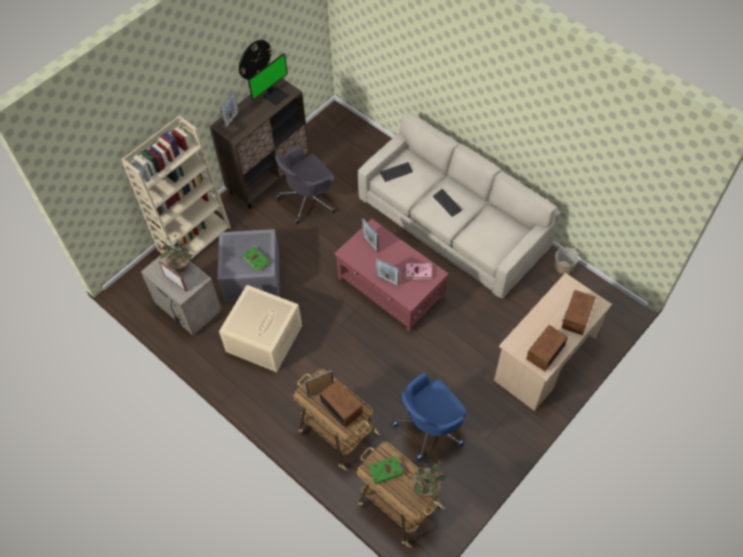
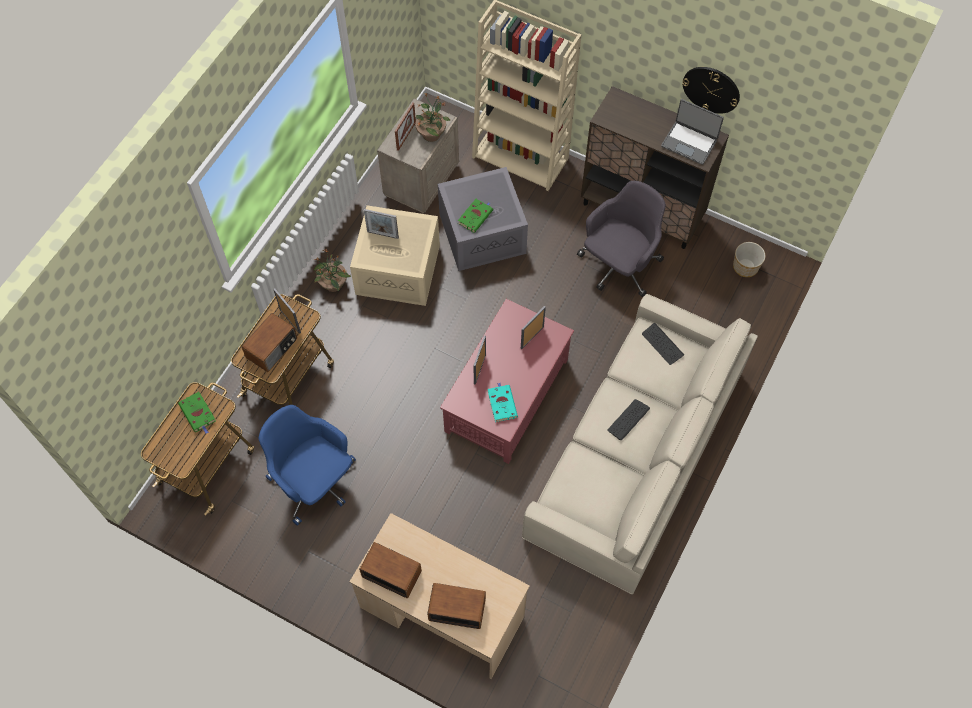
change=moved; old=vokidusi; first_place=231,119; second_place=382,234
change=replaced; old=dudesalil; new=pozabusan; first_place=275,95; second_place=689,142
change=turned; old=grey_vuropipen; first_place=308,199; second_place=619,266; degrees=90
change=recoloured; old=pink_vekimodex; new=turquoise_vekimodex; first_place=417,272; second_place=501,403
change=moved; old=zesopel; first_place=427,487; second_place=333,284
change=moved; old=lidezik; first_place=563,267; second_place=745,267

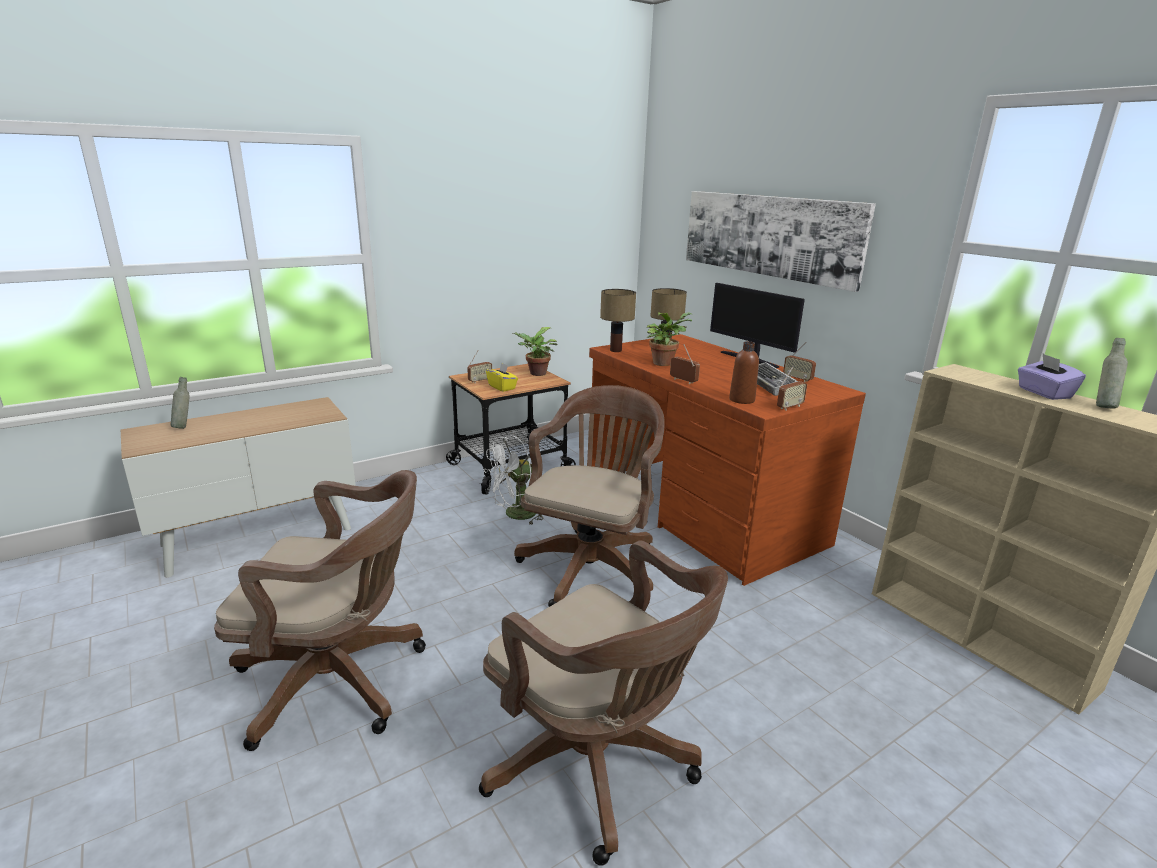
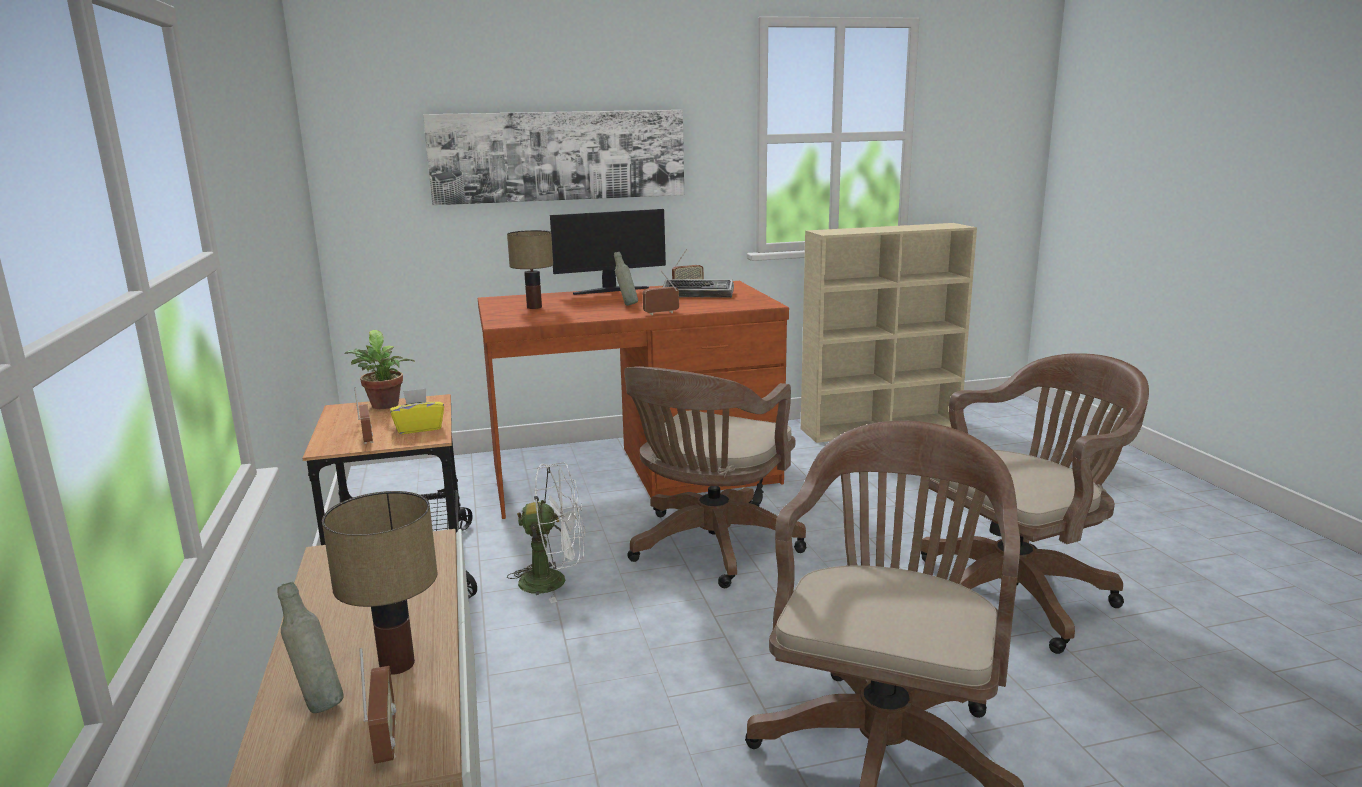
change=turned; old=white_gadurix; first_place=515,515; second_place=553,581; degrees=-75
change=turned; old=brown_vuropipen; first_place=592,566; second_place=710,548; degrees=-105
change=moved; old=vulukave; first_place=616,350; second_place=399,664
change=removed; old=zesopel; first_place=664,362
change=removed; old=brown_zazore; first_place=741,400
change=moved; old=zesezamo; first_place=789,407; second_place=385,742
change=removed; old=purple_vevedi; first_place=1043,393
change=moved; old=grey_zazore; first_place=1102,406; second_place=626,305

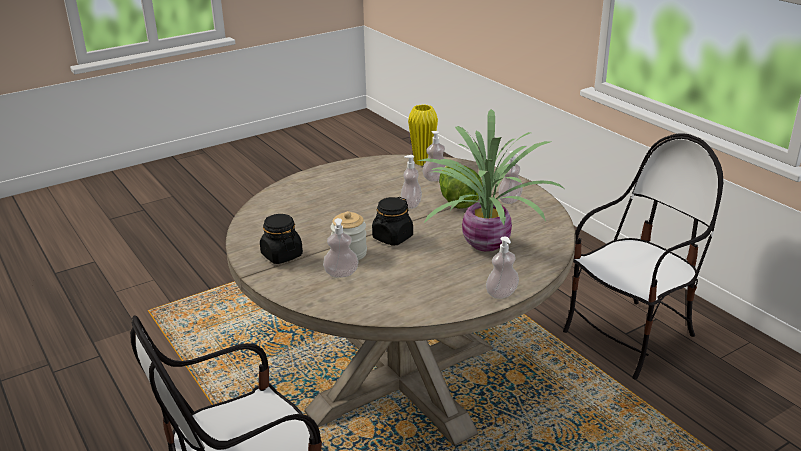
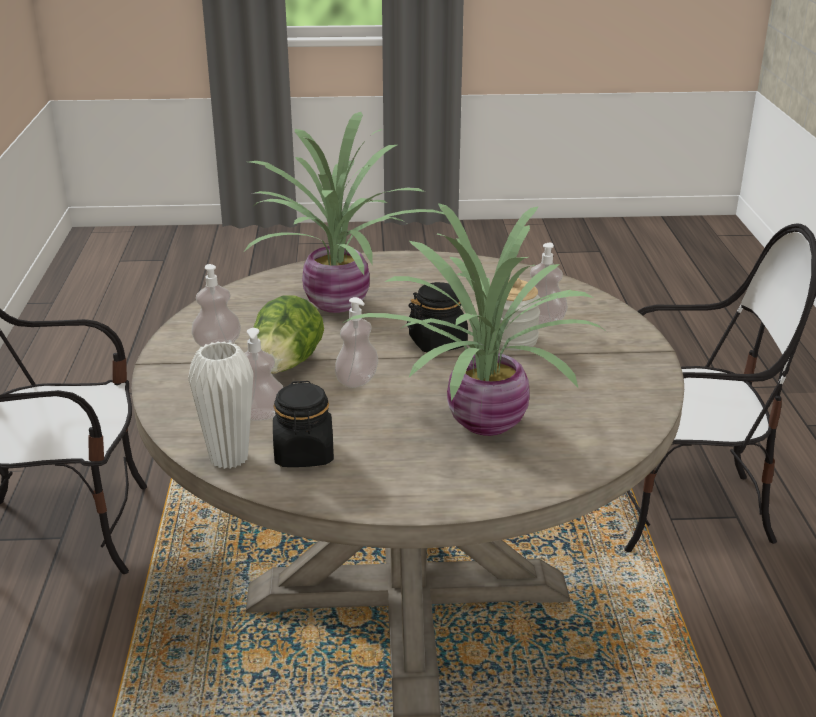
change=moved; old=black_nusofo; first_place=281,255; second_place=304,454
change=recoloured; old=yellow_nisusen; new=white_nisusen; first_place=423,162; second_place=229,458
change=removed; old=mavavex; first_place=501,294
change=added; new=zesopel; second_place=482,420

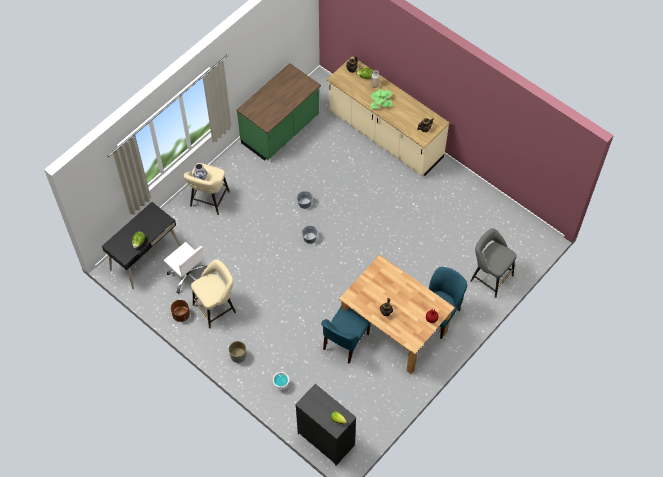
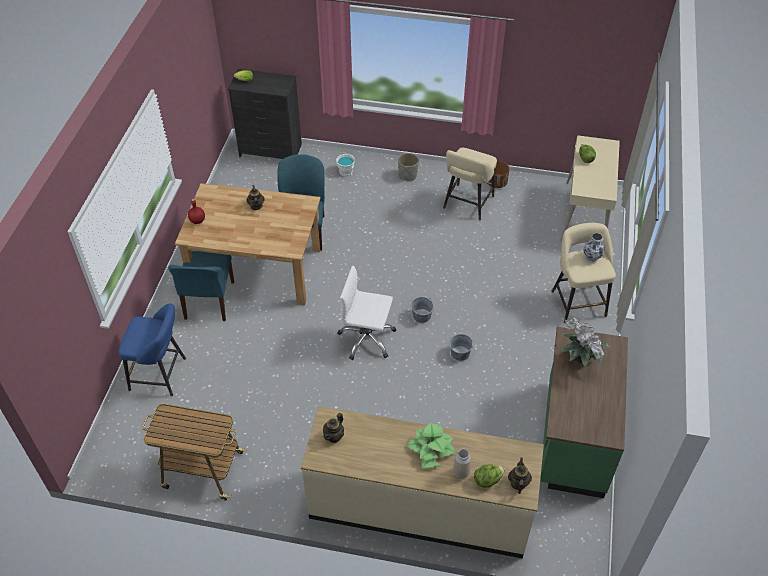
change=recoloured; old=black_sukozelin; new=beige_sukozelin; first_place=145,258; second_place=585,214
change=moved; old=white_vuropipen; first_place=188,276; second_place=367,339
change=recoloured; old=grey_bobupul; new=blue_bobupul; first_place=489,277; second_place=161,374
change=added; new=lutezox; second_place=201,469
change=added; new=zesopel; second_place=580,360

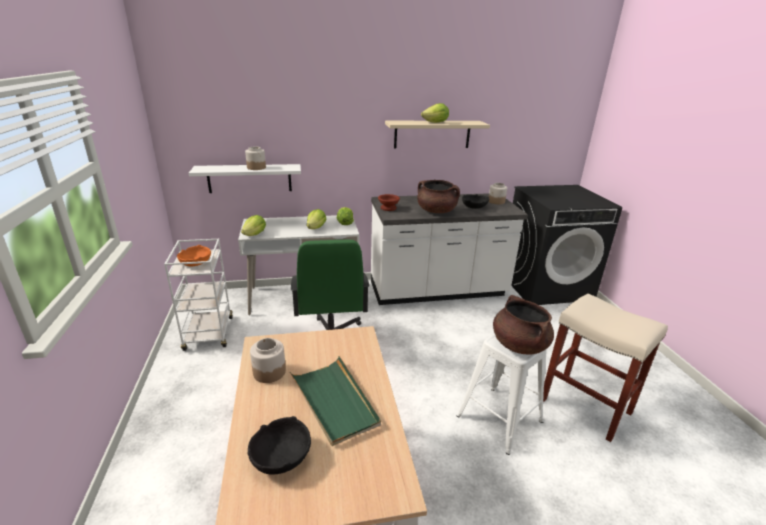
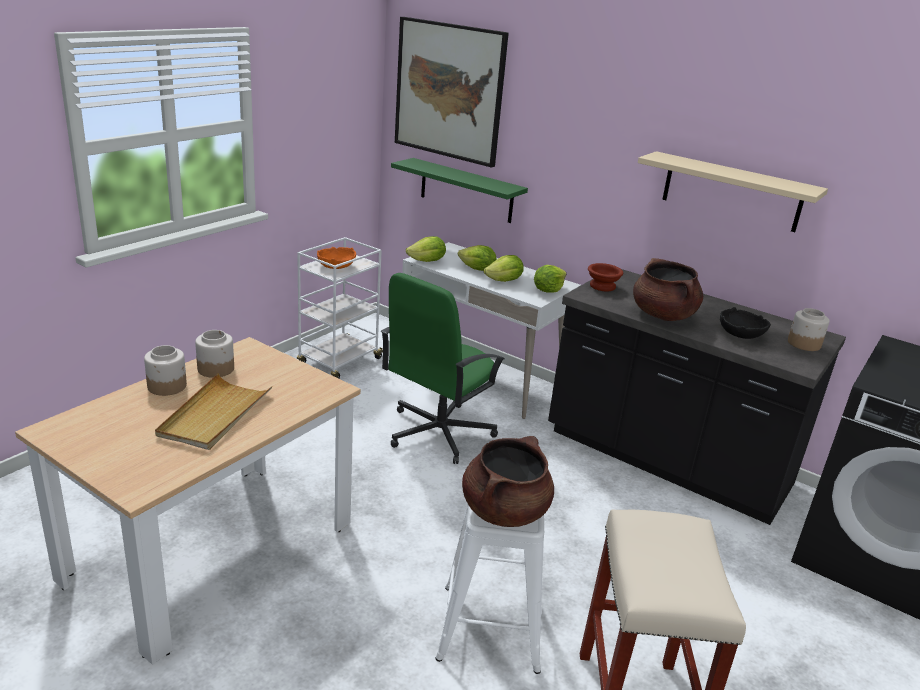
change=recoloured; old=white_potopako; new=green_potopako; first_place=249,178; second_place=466,190
change=moved; old=nusofo; first_place=256,167; second_place=167,386
change=removed; old=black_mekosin; first_place=280,458
change=recoloured; old=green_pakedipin; new=beige_pakedipin; first_place=334,401; second_place=215,415
change=recoloured; old=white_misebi; new=black_misebi; first_place=437,291; second_place=666,461
change=moved; old=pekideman; first_place=435,123; second_place=477,270
change=added; new=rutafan; second_place=449,91

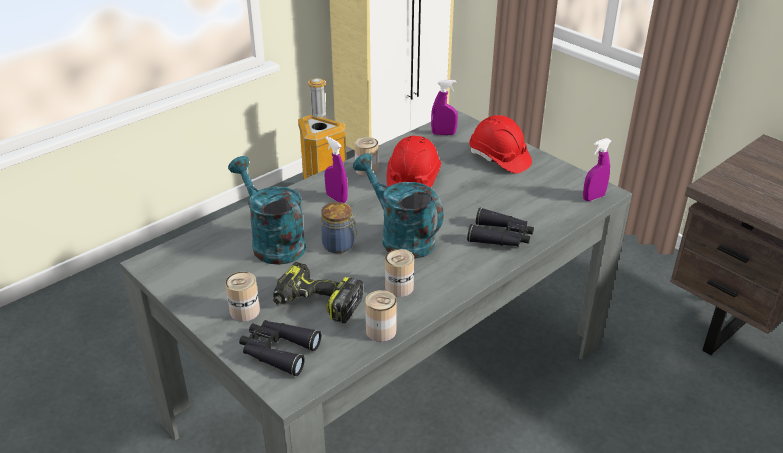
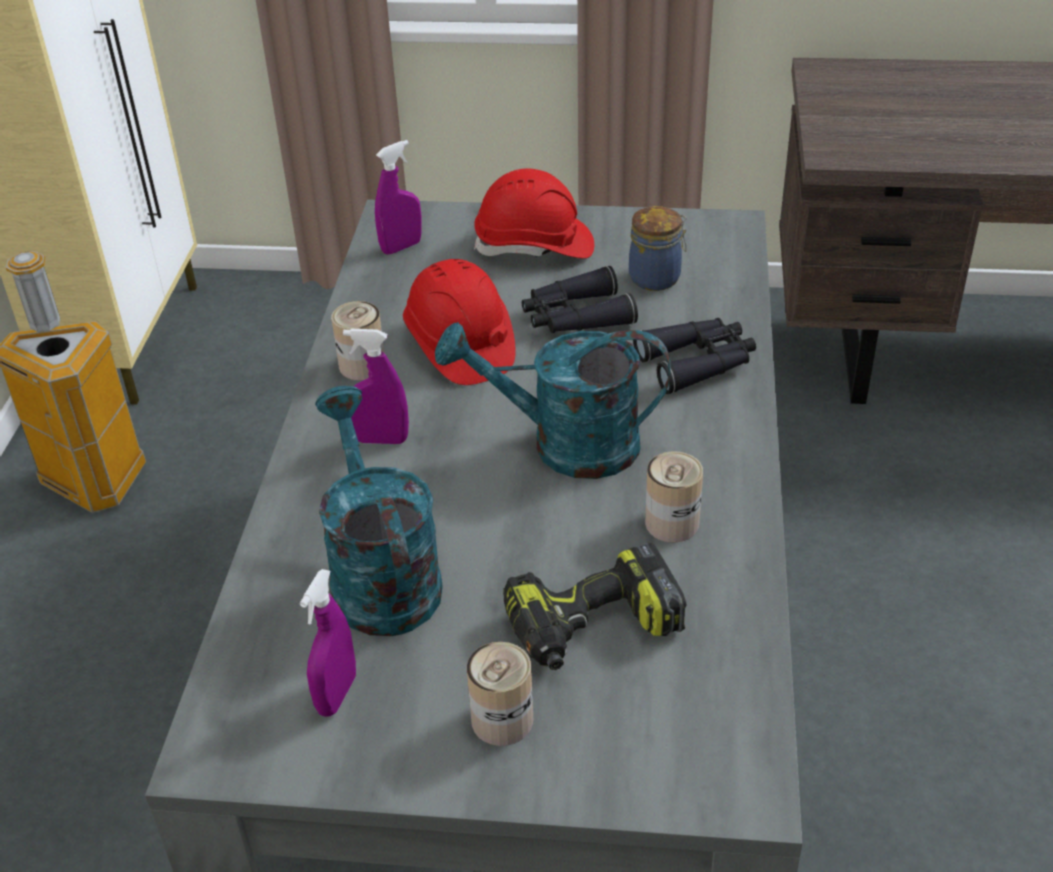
change=turned; old=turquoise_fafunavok; first_place=272,242; second_place=380,575; degrees=60
change=moved; old=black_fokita; first_place=278,351; second_place=575,317
change=moved; old=nusofo; first_place=339,245; second_place=657,277
change=removed; old=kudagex; first_place=381,331
change=moved; old=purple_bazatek; first_place=593,197; second_place=337,694

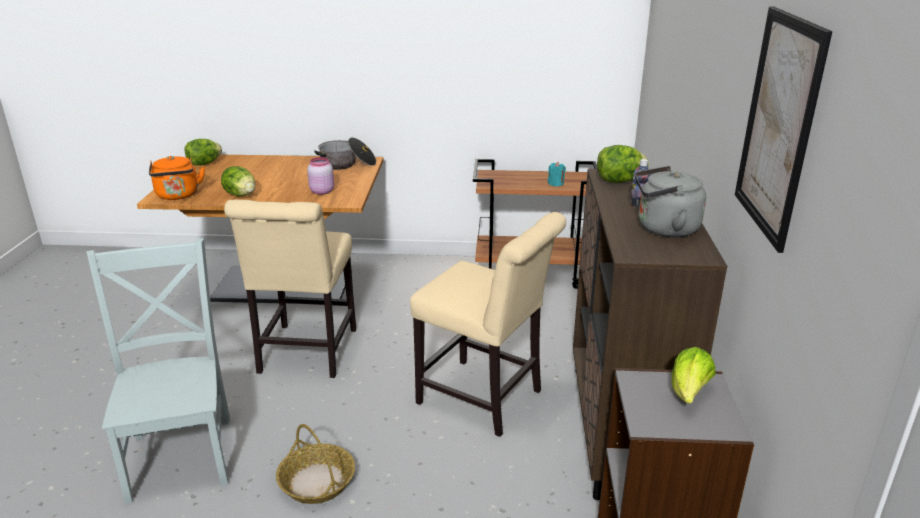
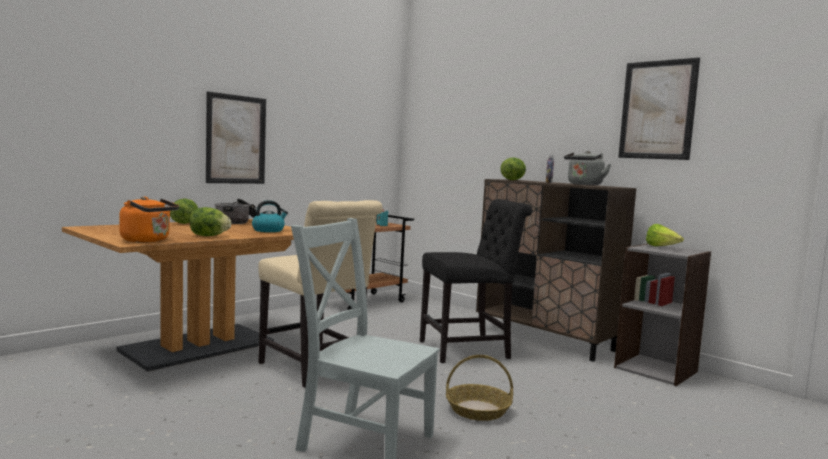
change=moved; old=pekideman; first_place=204,164; second_place=184,223
change=replaced; old=pink_nusofo; new=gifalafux; first_place=321,191; second_place=268,230
change=recoloured; old=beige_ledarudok; new=black_ledarudok; first_place=485,399; second_place=469,350
change=added; new=rutafan; second_place=236,139

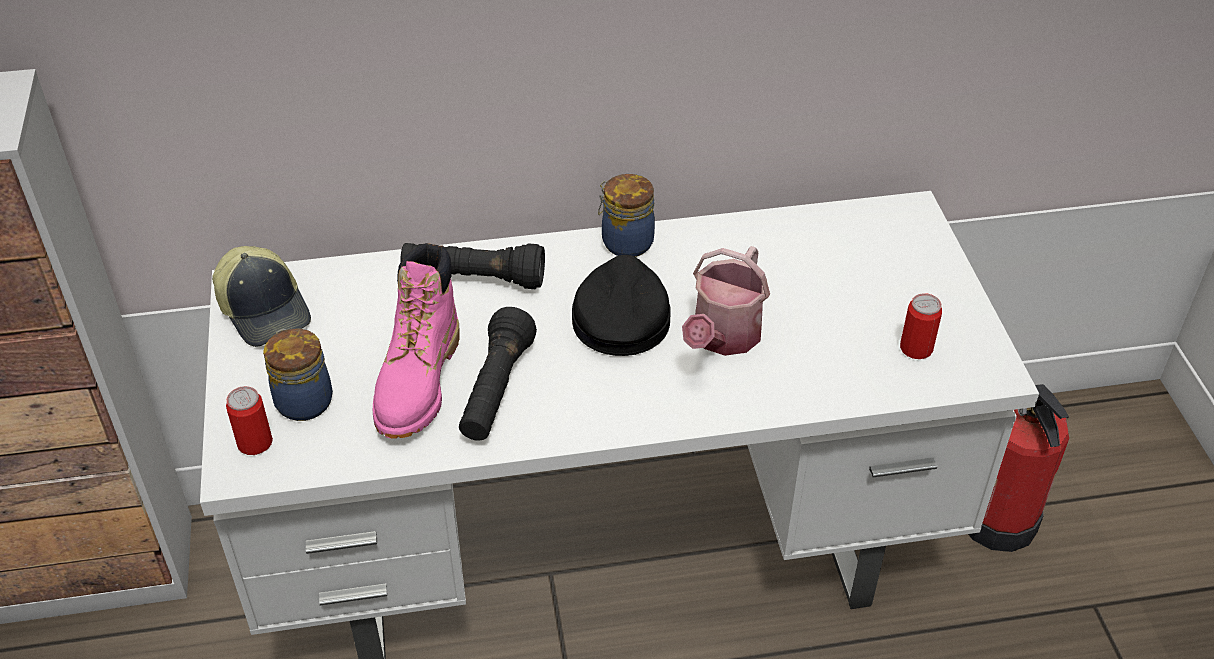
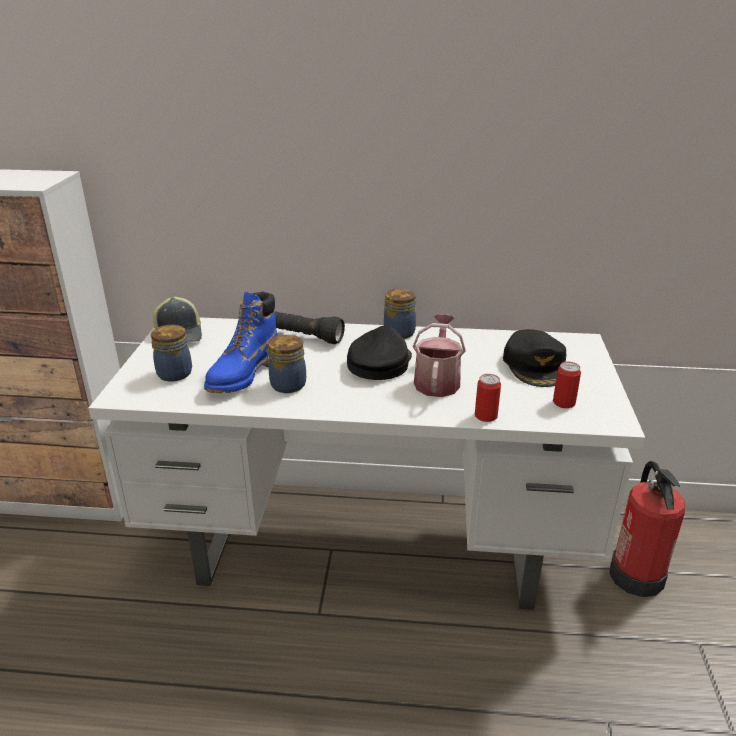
change=moved; old=kudagex; first_place=255,443; second_place=485,416
change=recoloured; old=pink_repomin; new=blue_repomin; first_place=419,382; second_place=244,374
change=replaced; old=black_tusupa; new=nusofo; first_place=496,391; second_place=286,384
change=turned; old=fafunavok; first_place=722,338; second_place=437,380; degrees=150
change=added; new=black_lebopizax; second_place=535,365

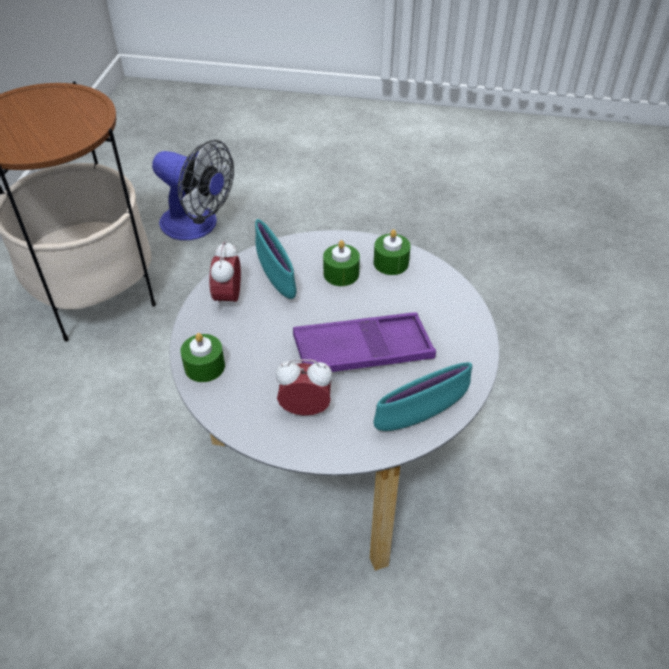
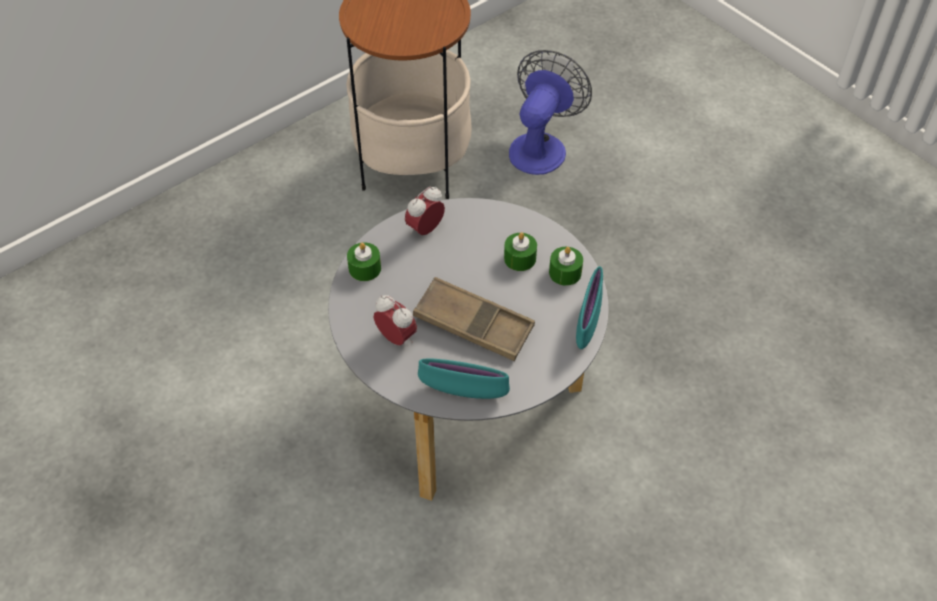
change=turned; old=gadurix; first_place=197,226; second_place=541,146; degrees=-135
change=moved; old=turquoise_mekosin; first_place=276,278; second_place=588,322
change=recoloured; old=purple_pakedipin; new=brown_pakedipin; first_place=363,351; second_place=473,324

